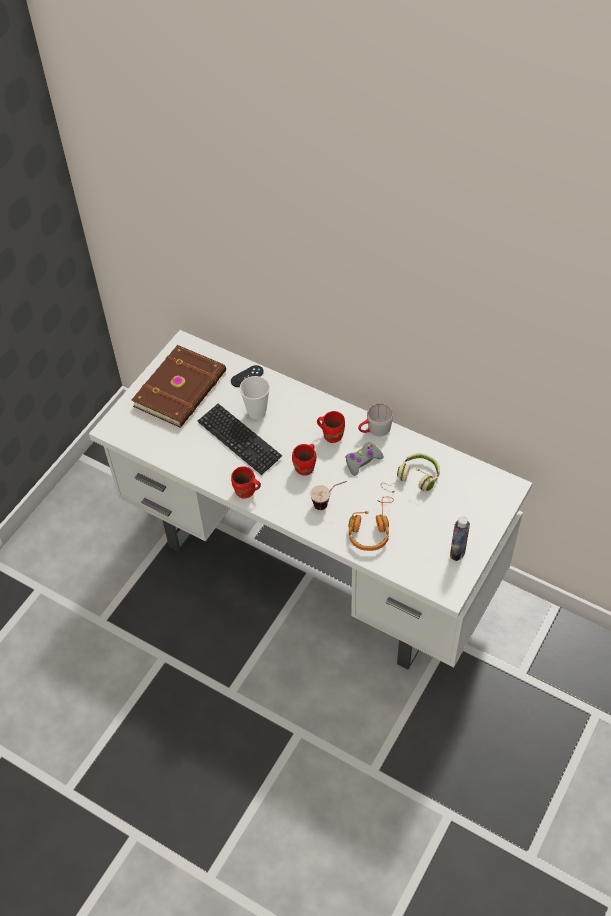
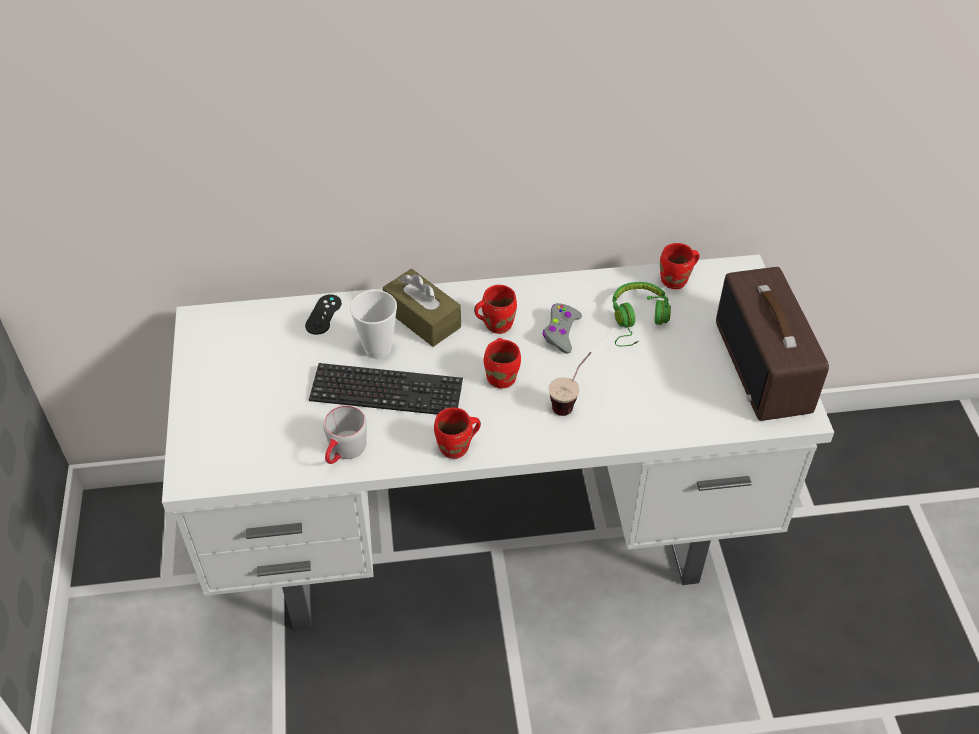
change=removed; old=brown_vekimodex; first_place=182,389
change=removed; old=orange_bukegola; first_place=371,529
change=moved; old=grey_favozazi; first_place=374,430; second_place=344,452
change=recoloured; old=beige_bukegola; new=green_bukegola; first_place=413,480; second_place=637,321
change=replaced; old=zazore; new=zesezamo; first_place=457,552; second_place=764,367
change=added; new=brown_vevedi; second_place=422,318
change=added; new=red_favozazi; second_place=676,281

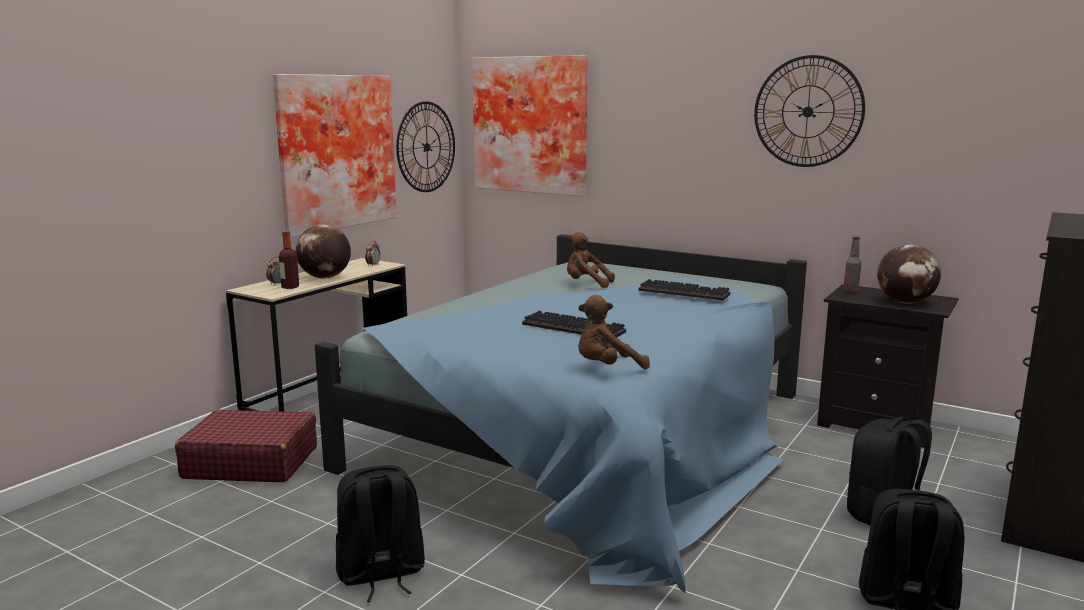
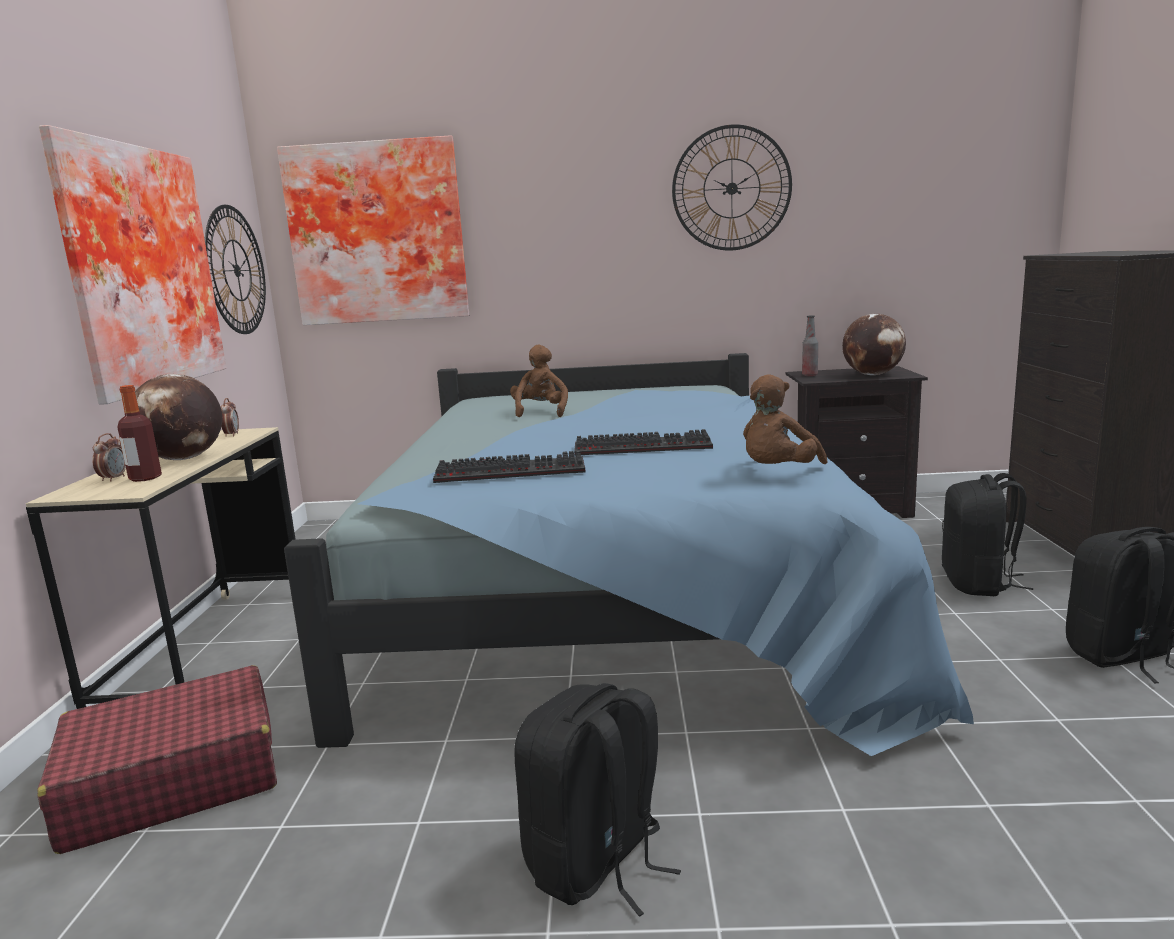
change=turned; old=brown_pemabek; first_place=586,284; second_place=540,412; degrees=105
change=moved; old=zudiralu; first_place=685,292; second_place=513,471

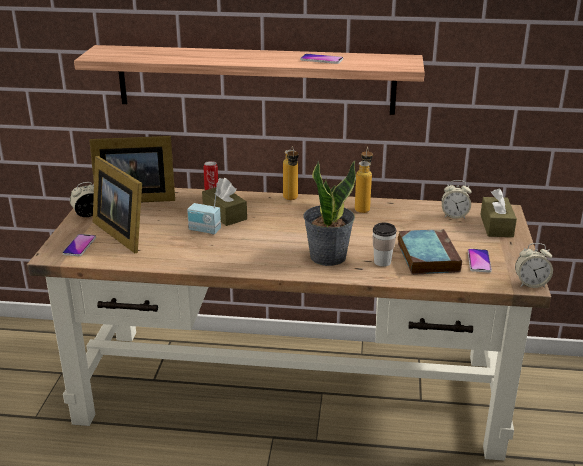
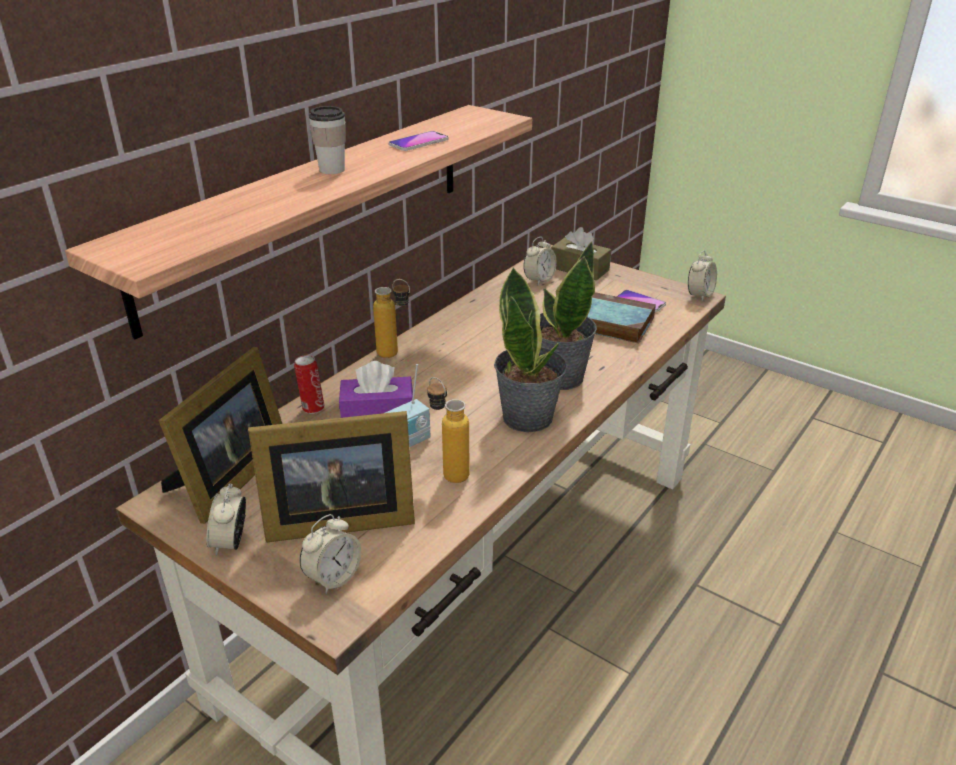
change=replaced; old=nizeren; new=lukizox; first_place=79,246; second_place=333,577
change=recoloured; old=brown_vevedi; new=purple_vevedi; first_place=224,214; second_place=377,413
change=moved; old=zazore; first_place=363,207; second_place=448,471
change=moved; old=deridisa; first_place=382,262; second_place=332,170
change=added; new=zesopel; second_place=528,417

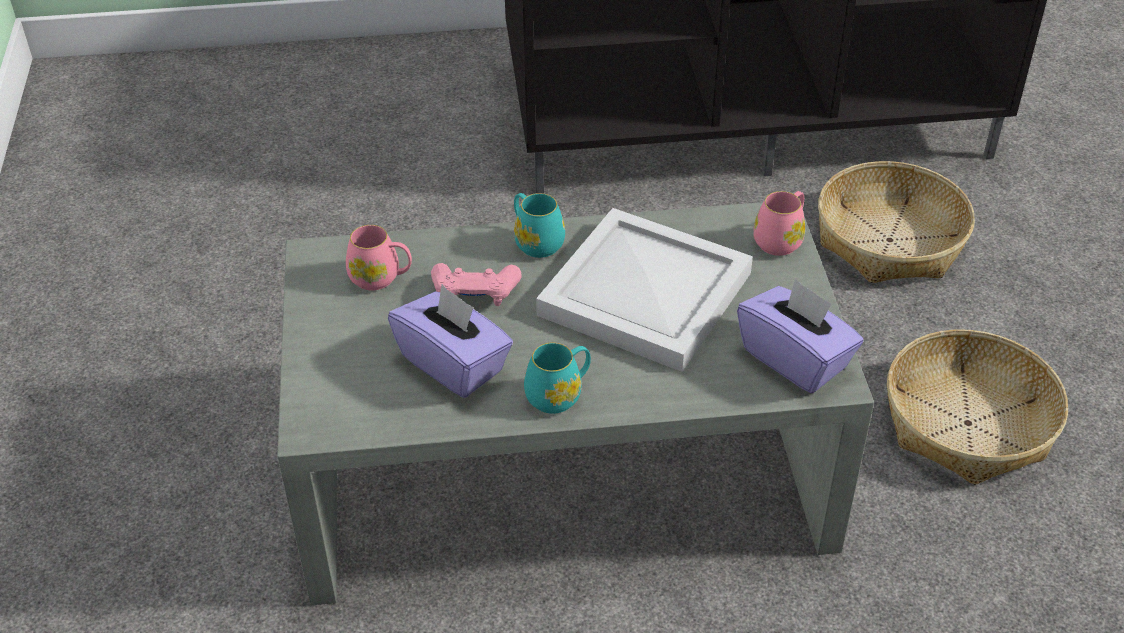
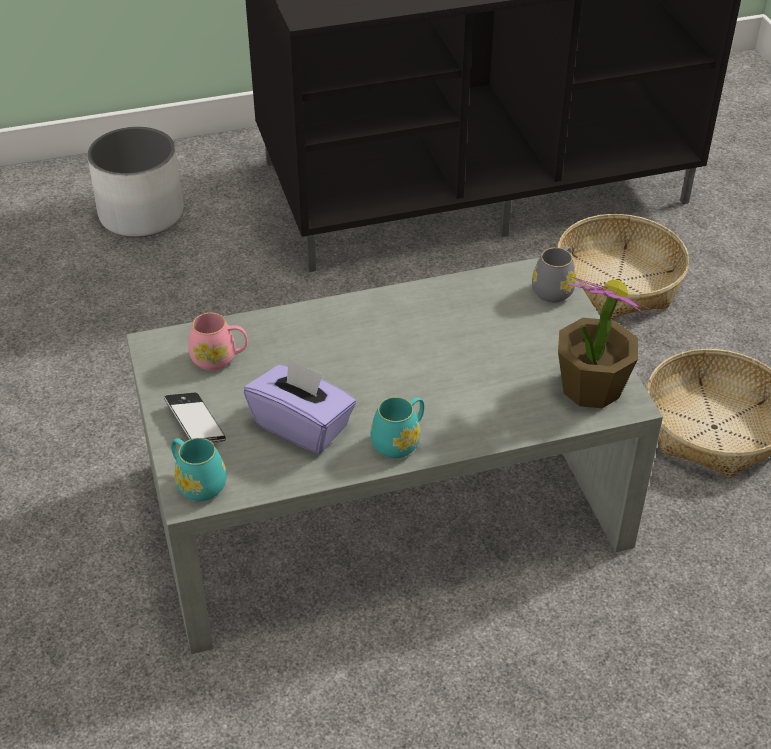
change=removed; old=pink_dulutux; first_place=475,293
change=moved; old=turquoise_favozazi; first_place=535,241; second_place=197,483
change=removed; old=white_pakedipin; first_place=646,296
change=replaced; old=purple_vevedi; new=zesopel; first_place=795,359; second_place=590,388
change=recoloured; old=pink_favozazi; new=grey_favozazi; first_place=781,239; second_place=555,289
change=added; new=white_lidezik; second_place=142,215
change=added; new=nizeren; second_place=195,423

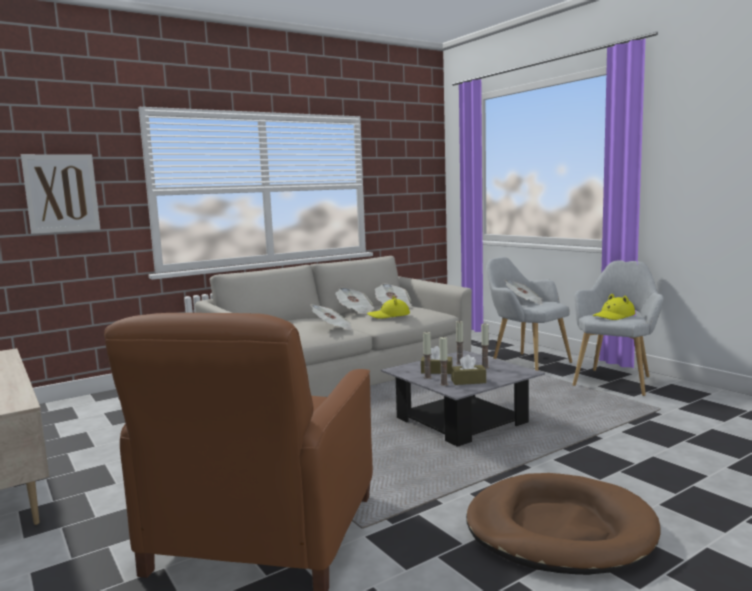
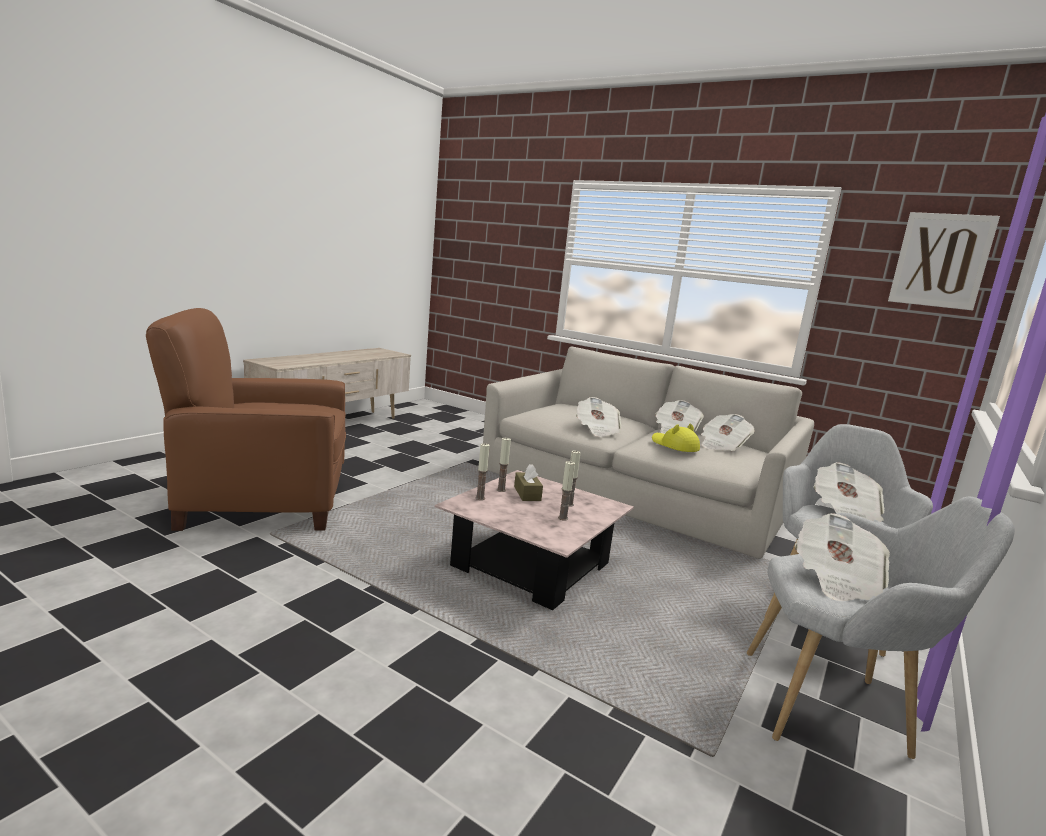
change=moved; old=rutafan; first_place=61,193; second_place=941,260
change=recoloured; old=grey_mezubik; new=pink_mezubik; first_place=461,421; second_place=531,565
change=removed; old=brown_vevedi; first_place=468,381
change=removed; old=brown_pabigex; first_place=559,529
change=replaced; old=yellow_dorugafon; new=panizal; first_place=614,316; second_place=836,580

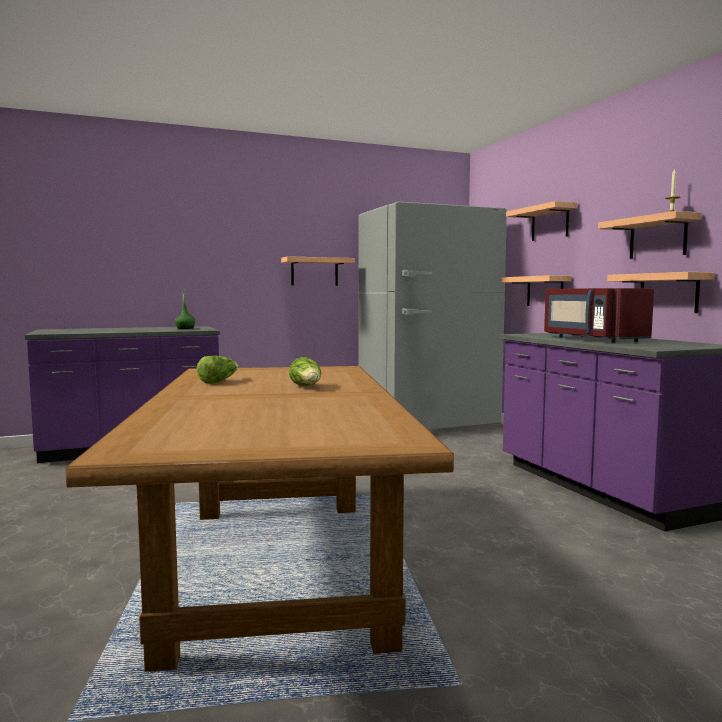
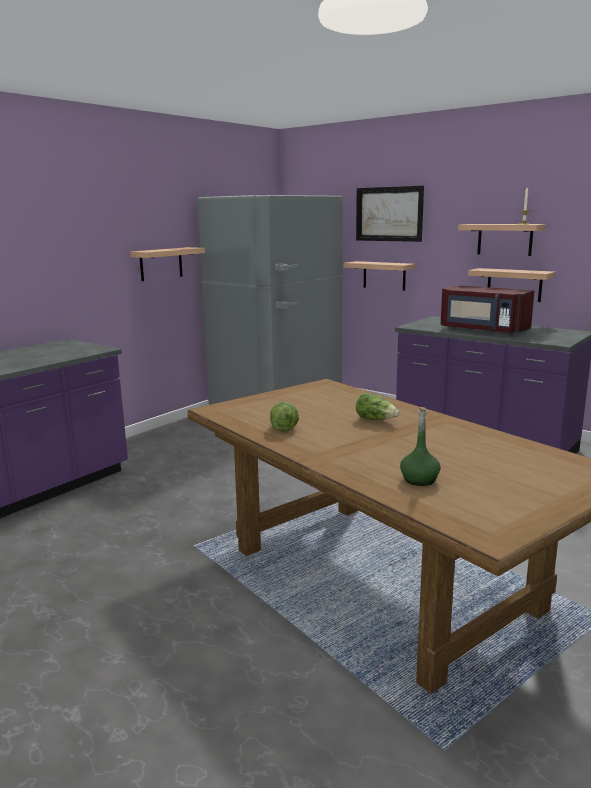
change=moved; old=green_zazore; first_place=185,328; second_place=419,480
change=replaced; old=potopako; new=rutafan; first_place=550,223; second_place=389,214

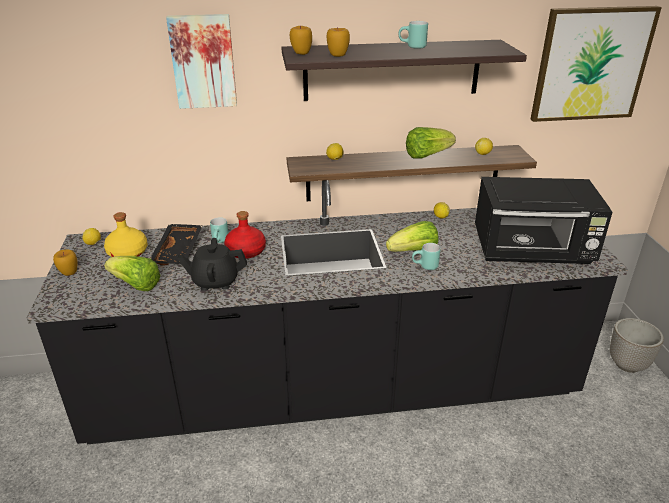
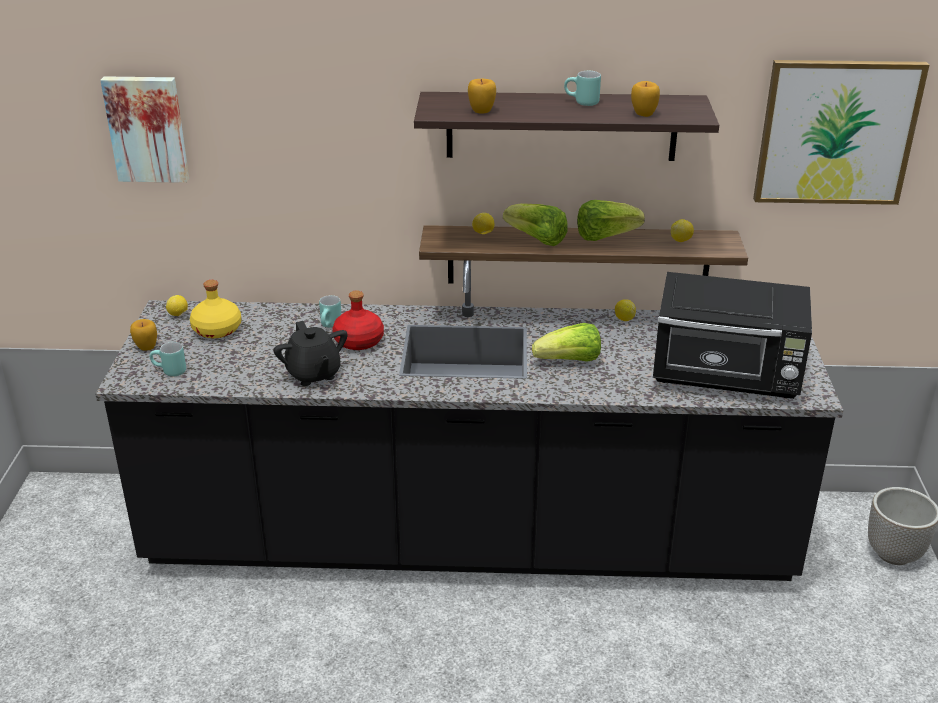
change=moved; old=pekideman; first_place=135,285; second_place=536,239
change=removed; old=black_pakedipin; first_place=179,251
change=moved; old=rutafan; first_place=203,61; second_place=147,128
change=turned; old=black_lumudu; first_place=215,281; second_place=313,374; degrees=-120
change=moved; old=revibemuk; first_place=301,53; second_place=643,114
change=moved; old=turquoise_favozazi; first_place=425,267; second_place=169,372

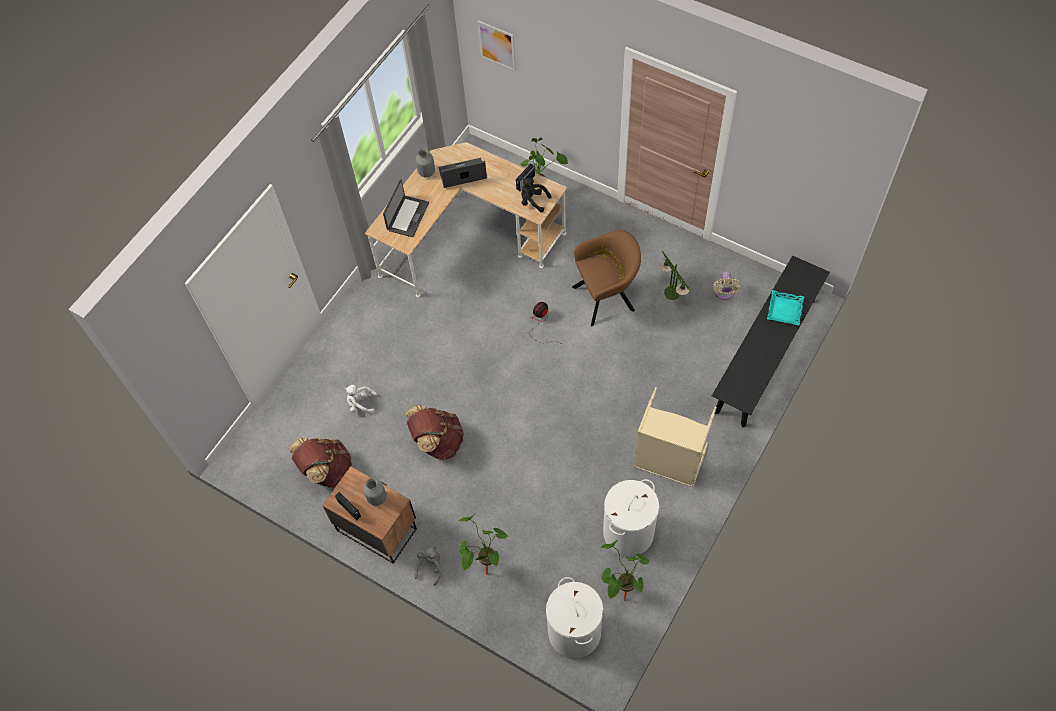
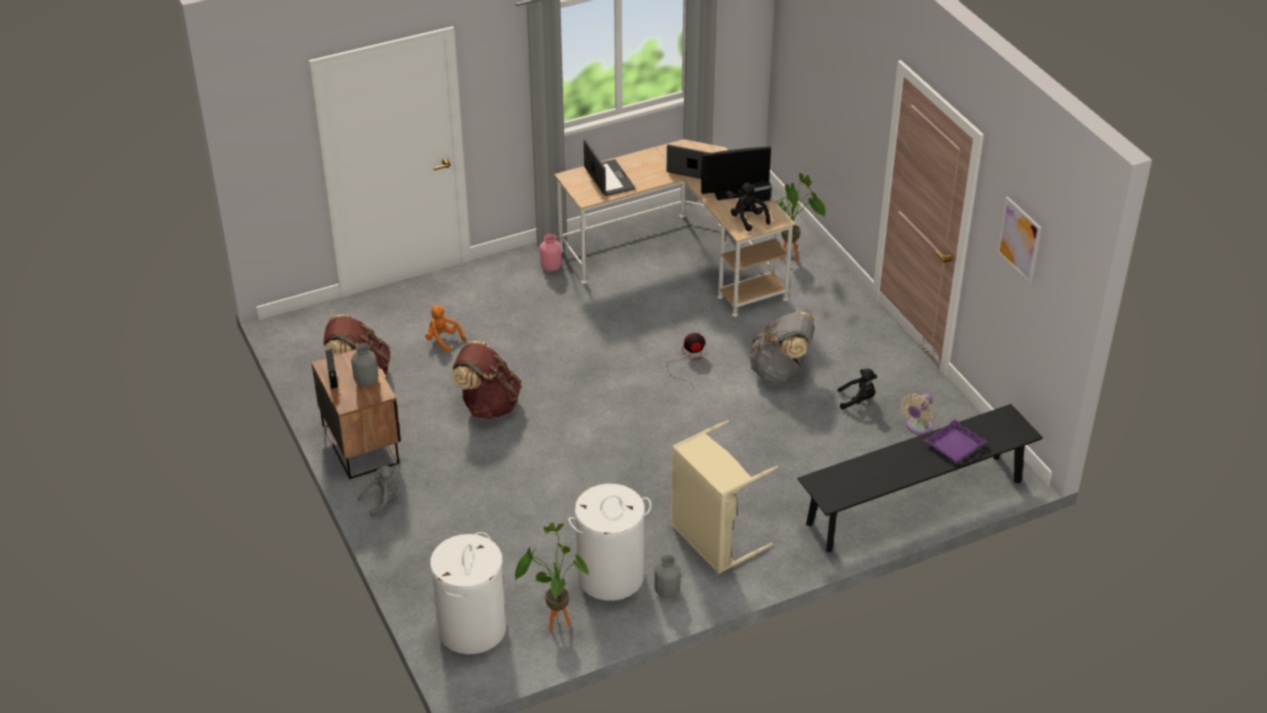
change=recoloured; old=white_pemabek; new=orange_pemabek; first_place=361,404; second_place=443,340
change=turned; old=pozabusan; first_place=407,216; second_place=608,179; degrees=-75
change=moved; old=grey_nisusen; first_place=426,172; second_place=667,591
change=removed; old=zesopel; first_place=484,566
change=moved; old=rutafan; first_place=497,45; second_place=1019,239
change=replaced; old=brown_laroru; new=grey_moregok; first_place=607,297; second_place=781,371
change=replaced; old=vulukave; new=black_pemabek; first_place=671,292; second_place=858,400
change=recoloured; old=turquoise_pakedipin; new=purple_pakedipin; first_place=784,309; second_place=954,445
change=added; new=pink_nisusen; second_place=551,267
change=added; new=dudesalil; second_place=734,192

